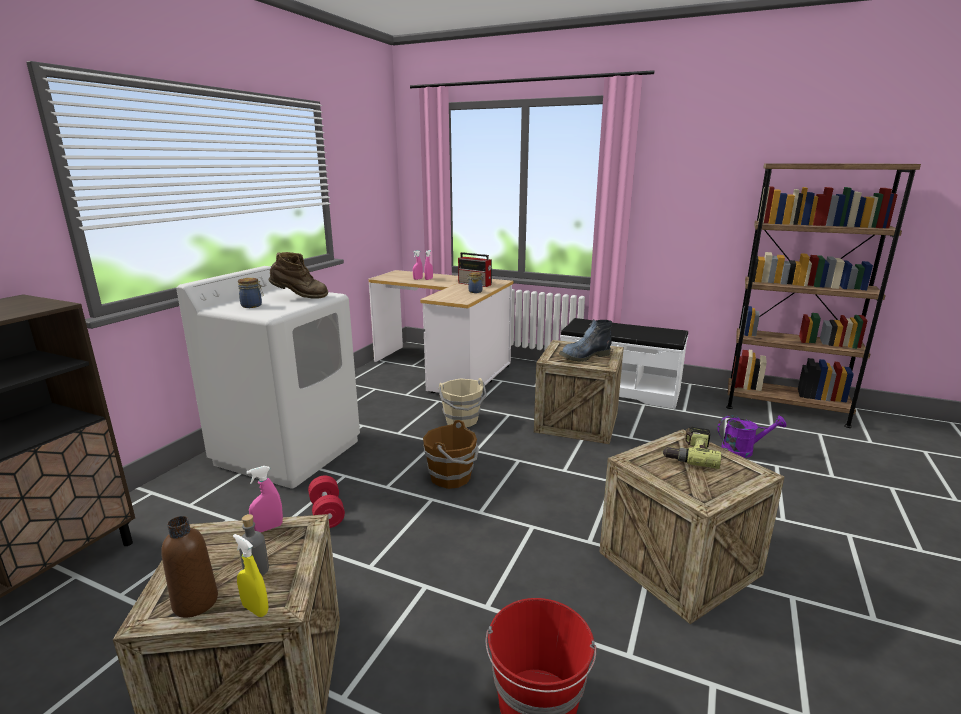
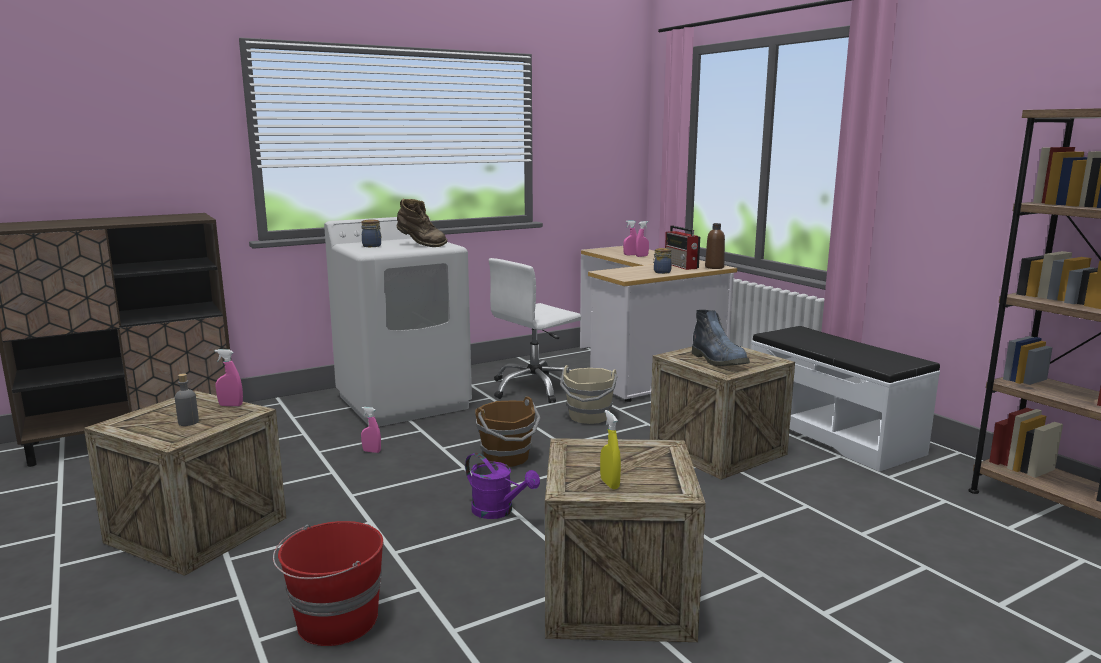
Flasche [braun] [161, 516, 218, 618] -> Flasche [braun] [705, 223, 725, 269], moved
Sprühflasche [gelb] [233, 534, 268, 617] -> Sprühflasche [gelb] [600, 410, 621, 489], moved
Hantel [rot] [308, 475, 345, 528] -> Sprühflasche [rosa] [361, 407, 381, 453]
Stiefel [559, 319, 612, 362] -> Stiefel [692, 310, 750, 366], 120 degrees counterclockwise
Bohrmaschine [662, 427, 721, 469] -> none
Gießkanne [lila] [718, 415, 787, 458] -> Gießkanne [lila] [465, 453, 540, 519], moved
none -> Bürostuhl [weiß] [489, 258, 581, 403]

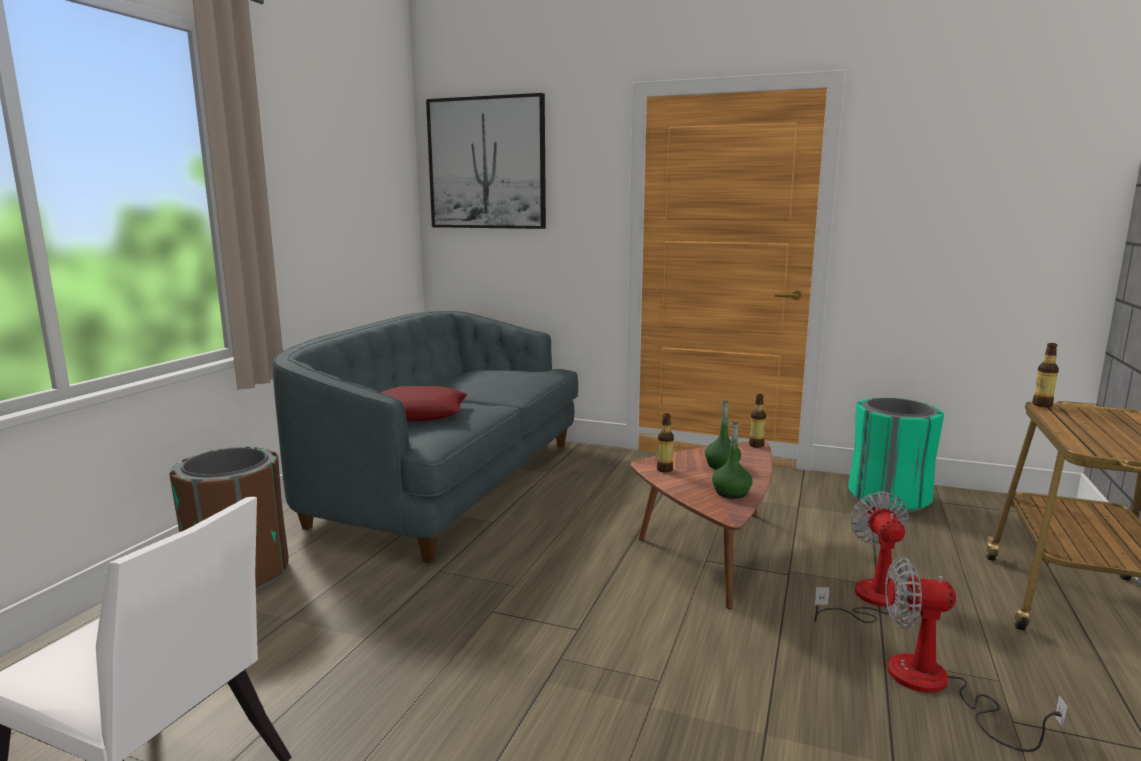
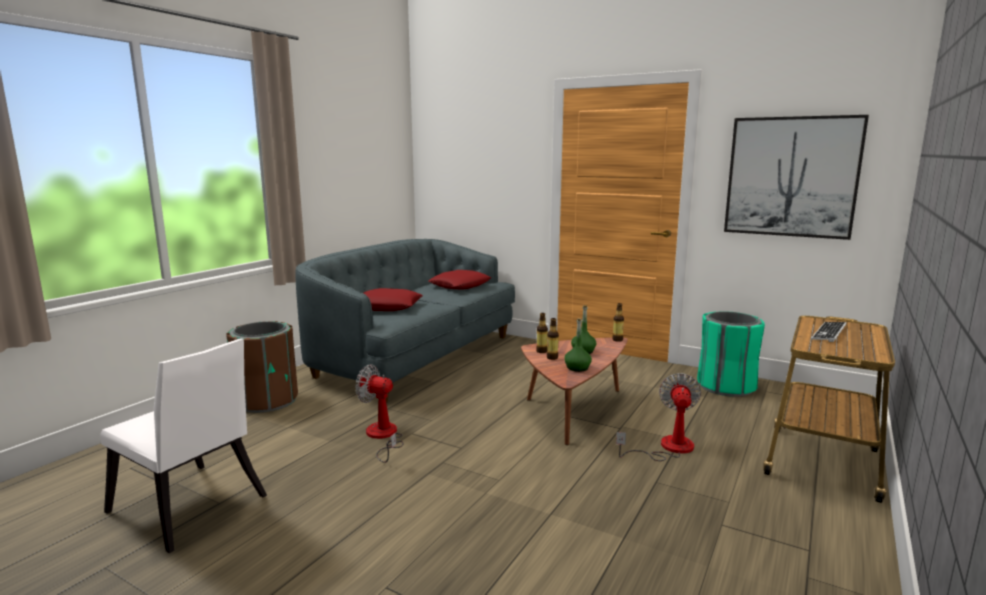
Bild [426, 93, 546, 229] -> Bild [724, 115, 869, 240], moved
Ventilator [885, 557, 1068, 752] -> Ventilator [355, 365, 403, 463], moved
Flasche [1032, 343, 1059, 407] -> Flasche [547, 318, 559, 360], moved
none -> Kissen [rot] [428, 270, 491, 290]
none -> Tastatur [811, 322, 847, 342]

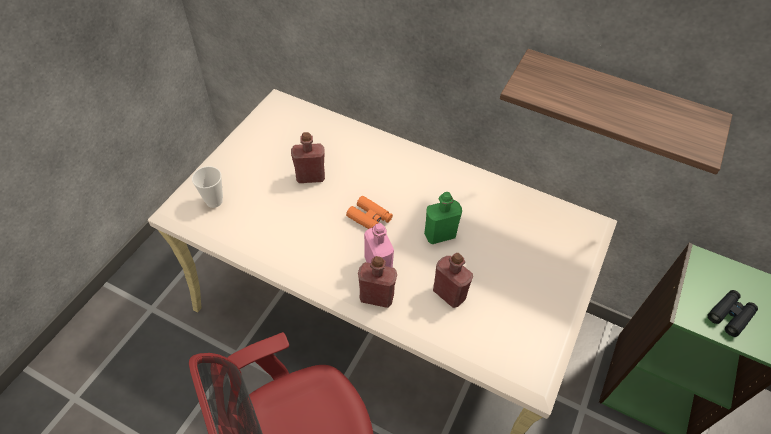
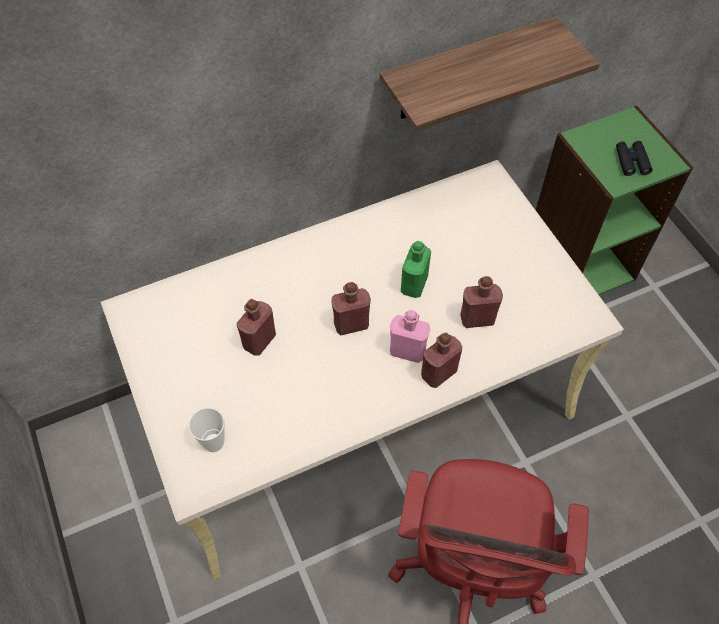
Fernglas [orange] [346, 196, 393, 229] -> Flasche [rot] [331, 282, 371, 335]

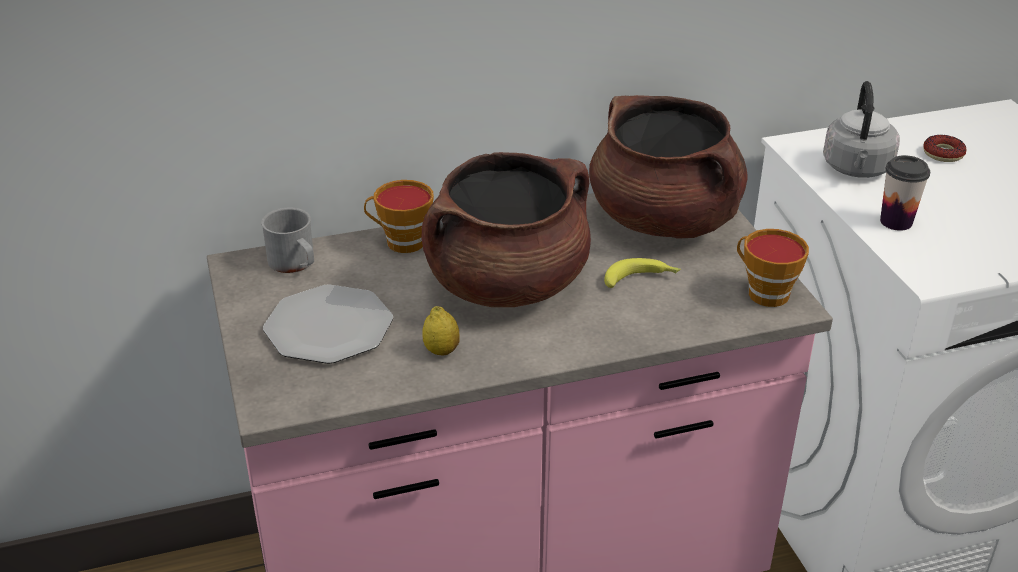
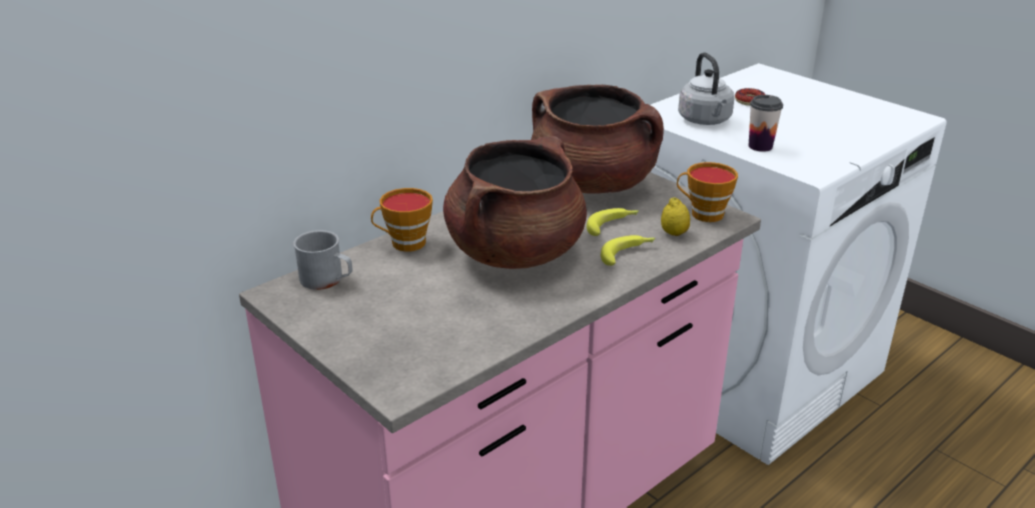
Teller [263, 284, 393, 364] -> none
Zitrone [422, 306, 460, 356] -> Zitrone [661, 197, 690, 236], moved
none -> Banane [601, 235, 655, 266]

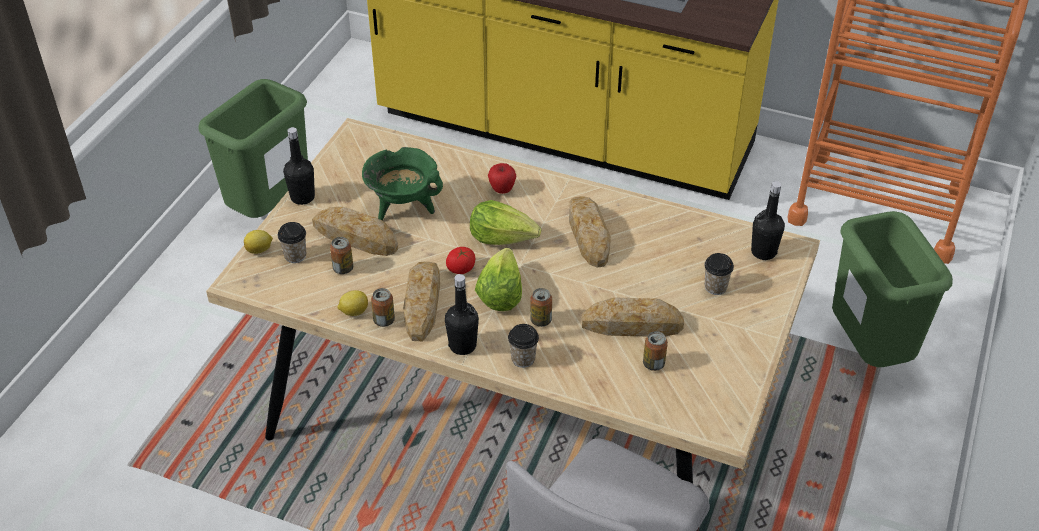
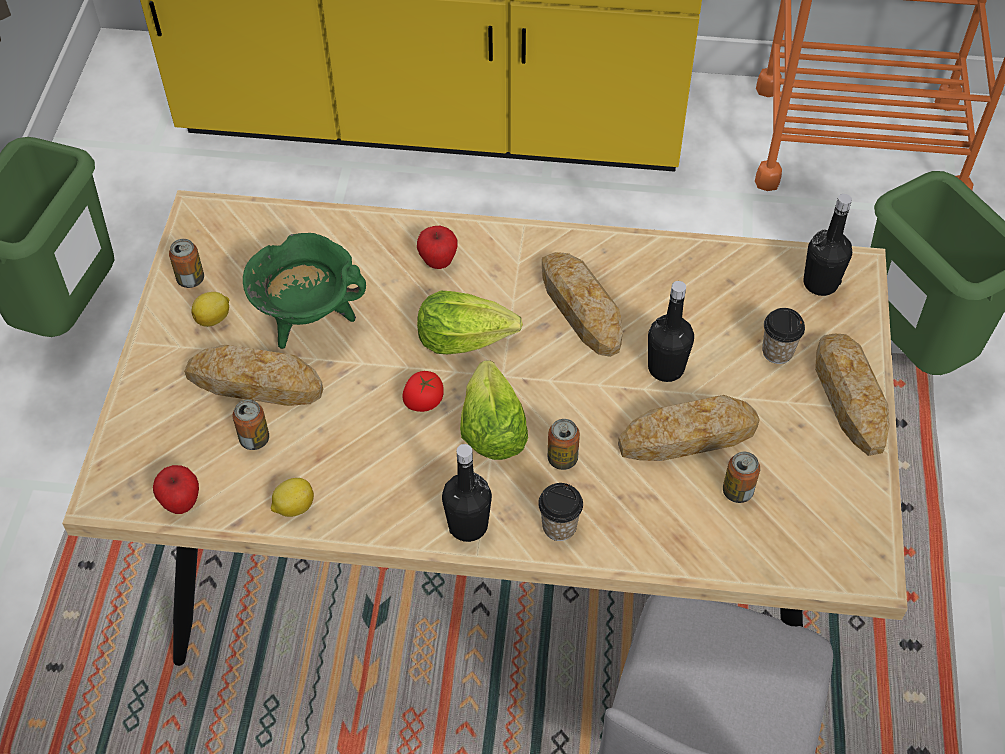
Zitrone [244, 230, 273, 254] -> Zitrone [191, 292, 229, 327], moved
Tasse [278, 222, 306, 263] -> none
Flasche [schwarz] [283, 127, 315, 205] -> Flasche [schwarz] [648, 281, 694, 382], moved
Dose [371, 288, 395, 327] -> Dose [169, 239, 204, 288], moved
Brot [403, 262, 440, 341] -> Brot [815, 334, 890, 456], moved
none -> Apfel [153, 465, 199, 514]

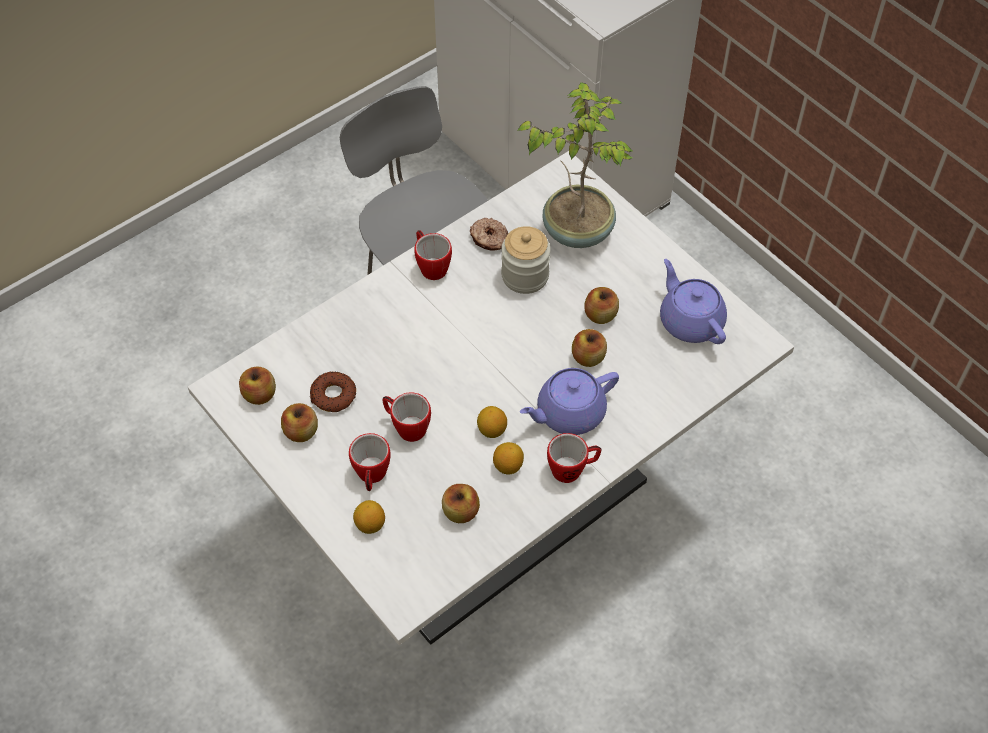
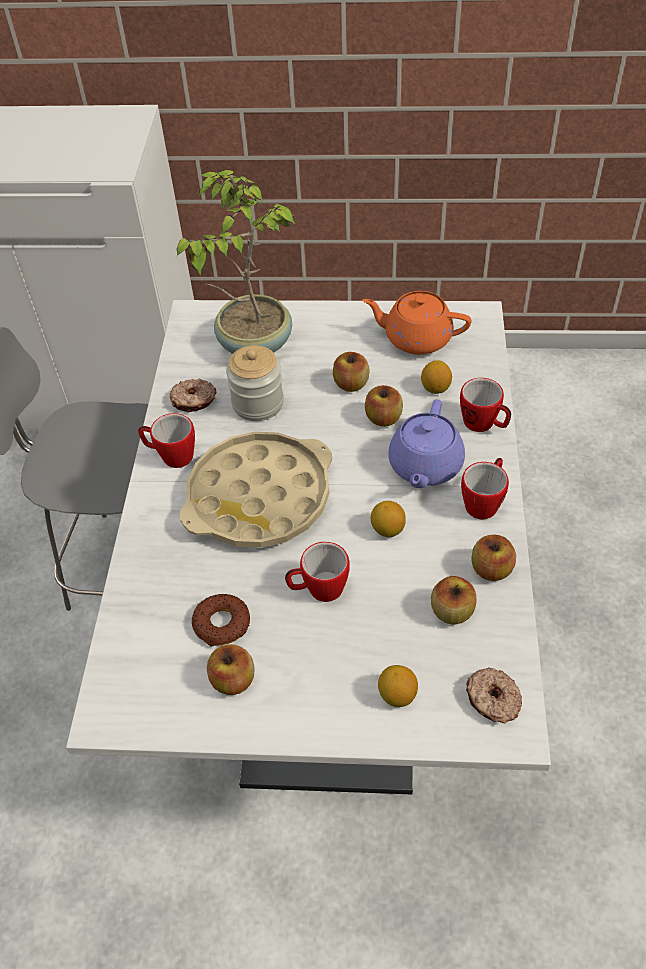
Apfel [239, 366, 276, 405] -> Apfel [471, 534, 516, 581], moved
Henkelbecher [349, 433, 391, 491] -> Henkelbecher [460, 378, 511, 432], moved
Zitrone [493, 442, 524, 475] -> Zitrone [421, 360, 452, 394], moved
Teekanne [lila] [660, 259, 727, 344] -> Teekanne [orange] [362, 291, 471, 355]
none -> Tablett [beige] [180, 432, 332, 548]
none -> Donut [466, 667, 522, 724]

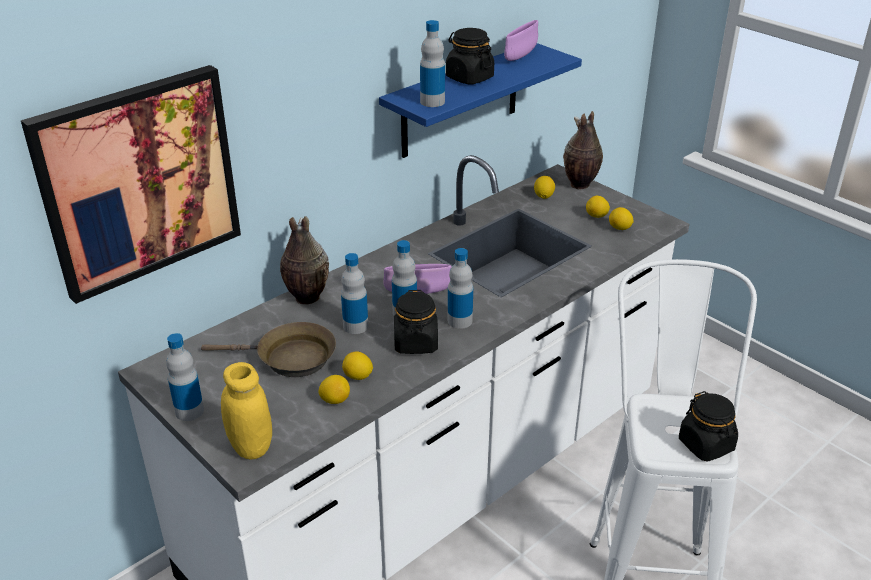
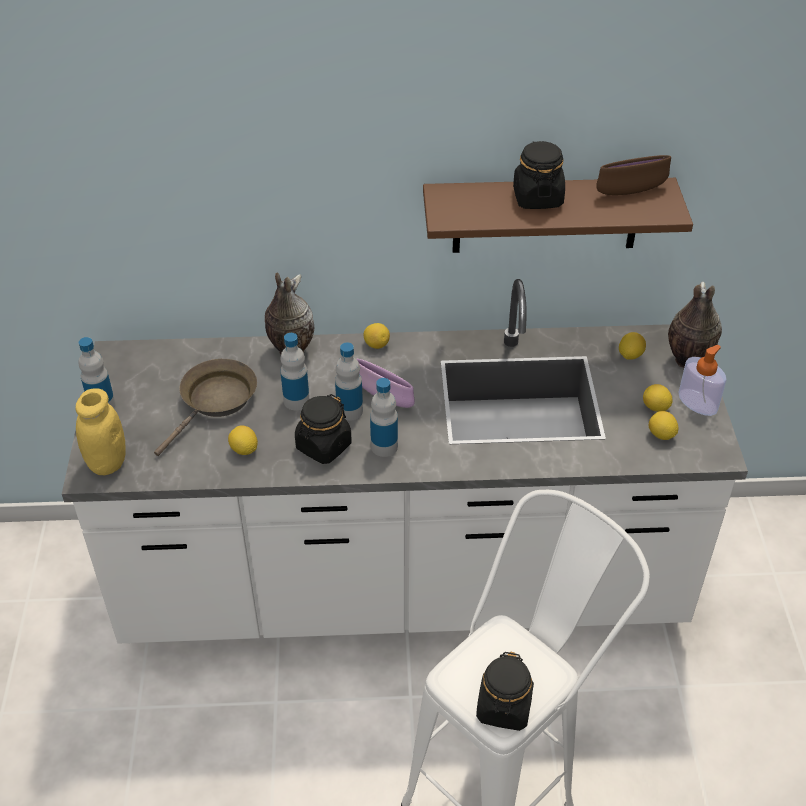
Bild [21, 65, 241, 304] -> none
Pfanne [braun] [201, 322, 336, 377] -> Pfanne [braun] [154, 359, 257, 456], 105 degrees counterclockwise
Zitrone [318, 375, 350, 404] -> Zitrone [363, 323, 390, 349], moved
Wandregal [blau] [379, 43, 582, 158] -> Wandregal [braun] [423, 178, 693, 253]
Flasche [420, 20, 445, 107] -> none
Schüssel [lila] [504, 20, 538, 61] -> Schüssel [braun] [596, 155, 671, 195]
none -> Seifenspender [678, 345, 727, 416]

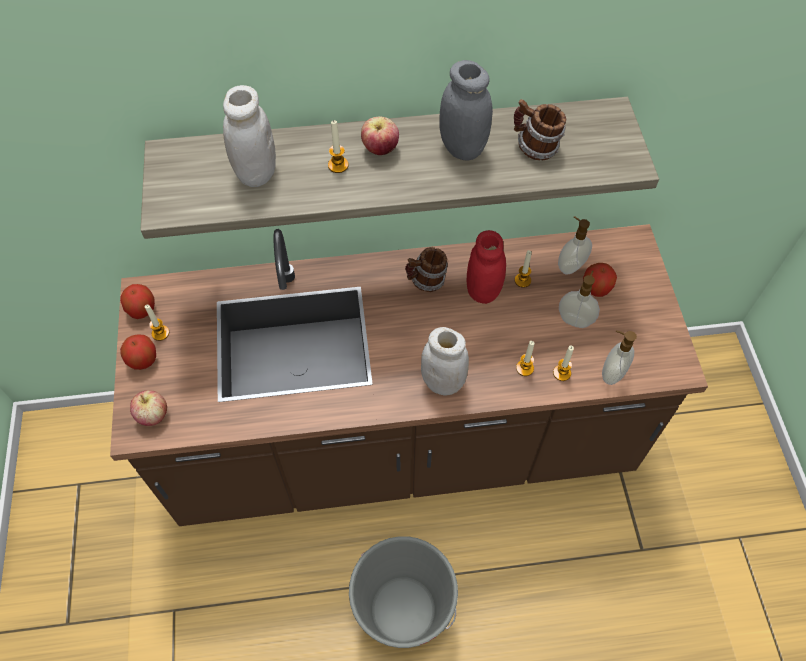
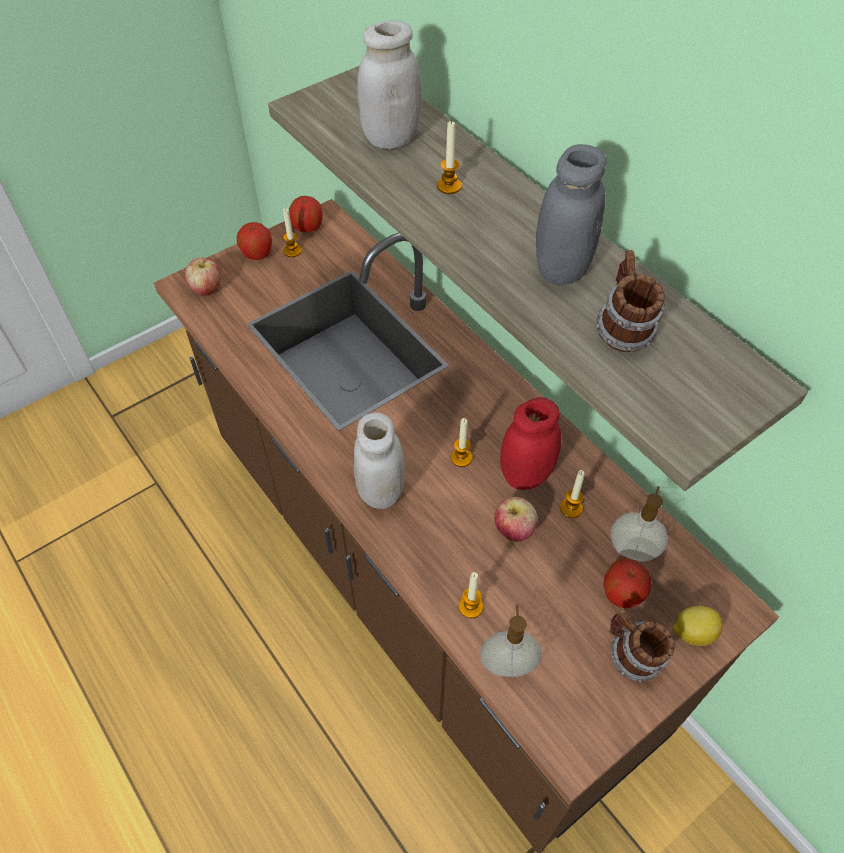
Eimer [grau] [349, 536, 458, 648] -> none
Apfel [361, 117, 399, 155] -> Apfel [494, 497, 538, 542], moved
Henkelbecher [405, 247, 448, 292] -> Henkelbecher [609, 609, 675, 682], moved
Kerze [516, 341, 534, 376] -> Kerze [451, 418, 472, 467], moved
Seifenspender [559, 271, 600, 328] -> none
none -> Zitrone [672, 606, 723, 646]

